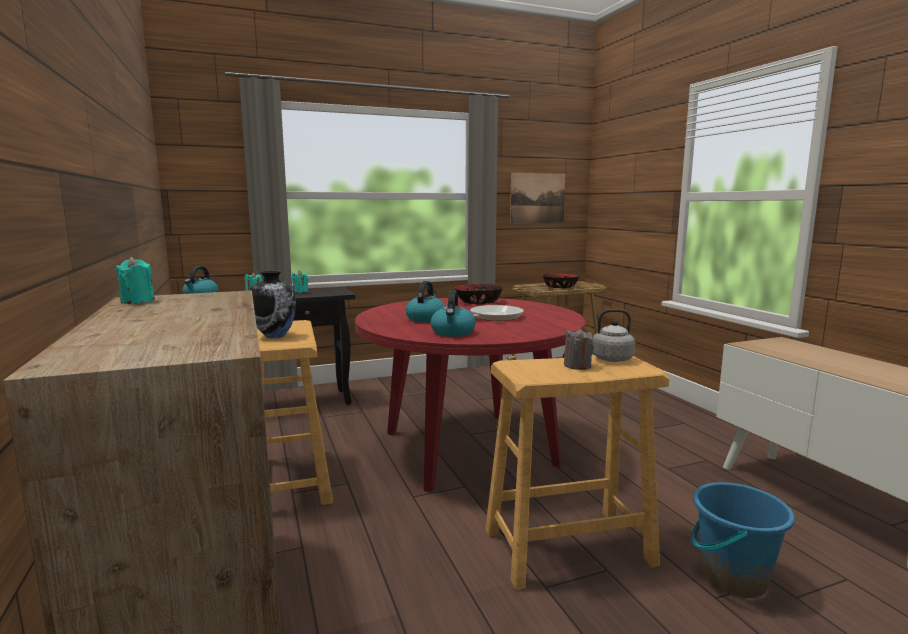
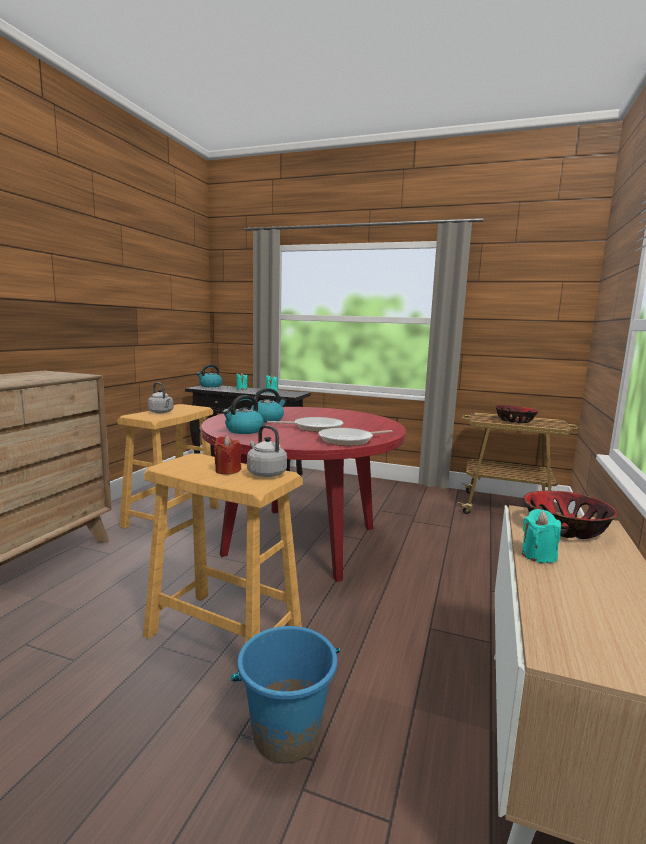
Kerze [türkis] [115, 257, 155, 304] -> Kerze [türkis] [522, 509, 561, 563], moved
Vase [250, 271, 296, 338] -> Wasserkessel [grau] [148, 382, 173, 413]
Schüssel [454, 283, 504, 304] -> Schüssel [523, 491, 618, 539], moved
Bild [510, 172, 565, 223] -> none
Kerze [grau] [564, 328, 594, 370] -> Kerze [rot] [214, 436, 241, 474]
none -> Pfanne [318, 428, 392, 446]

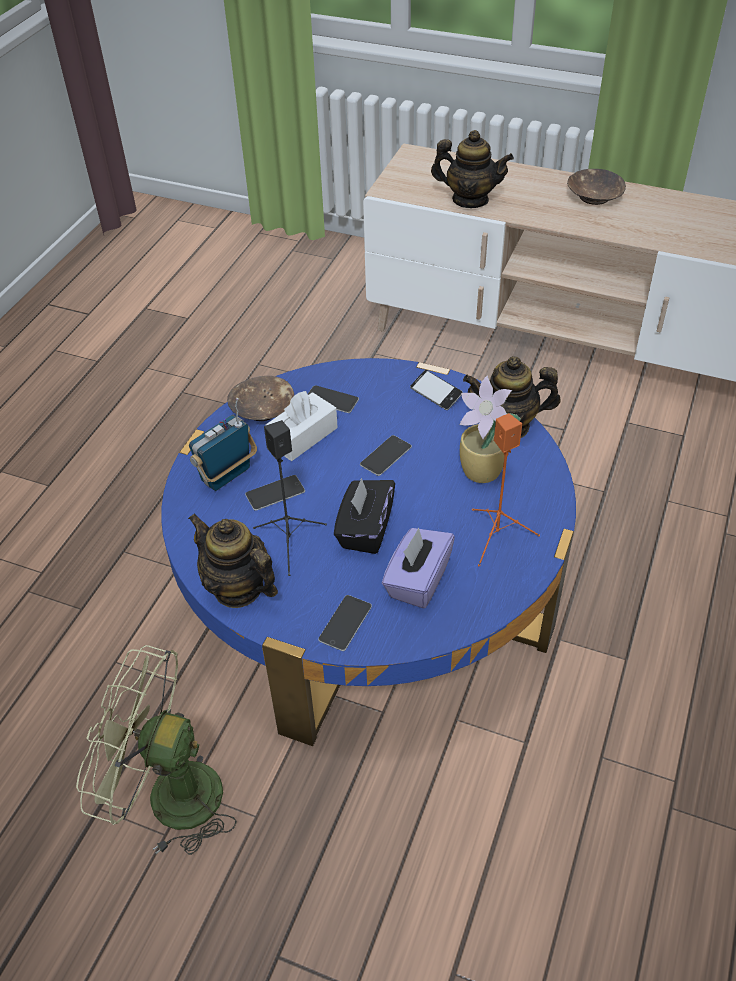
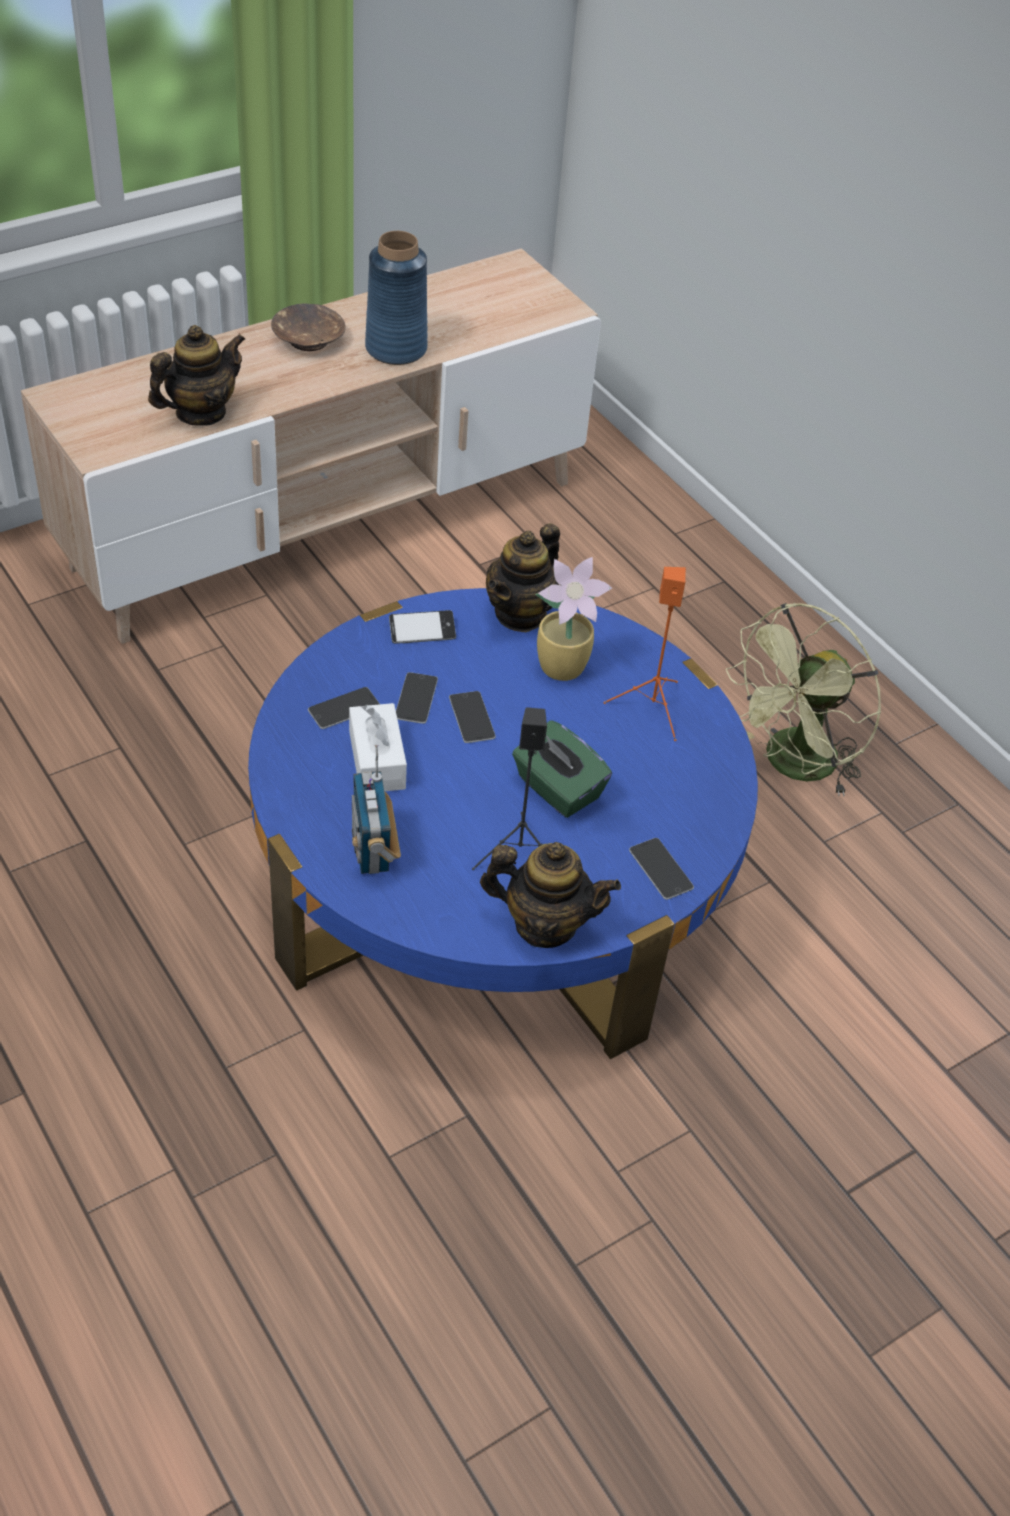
Ventilator [grün] [76, 645, 237, 855] -> Ventilator [grün] [726, 603, 881, 797], moved
Teekanne [188, 513, 278, 608] -> Teekanne [480, 842, 621, 948], 150 degrees counterclockwise
Schüssel [braun] [227, 376, 294, 421] -> none
Handy [245, 475, 305, 511] -> Handy [396, 672, 438, 724], moved
Taschentuchbox [schwarz] [334, 478, 395, 554] -> Taschentuchbox [grün] [512, 720, 612, 818]
Taschentuchbox [lila] [382, 528, 455, 609] -> none
none -> Vase [blau] [365, 231, 427, 365]

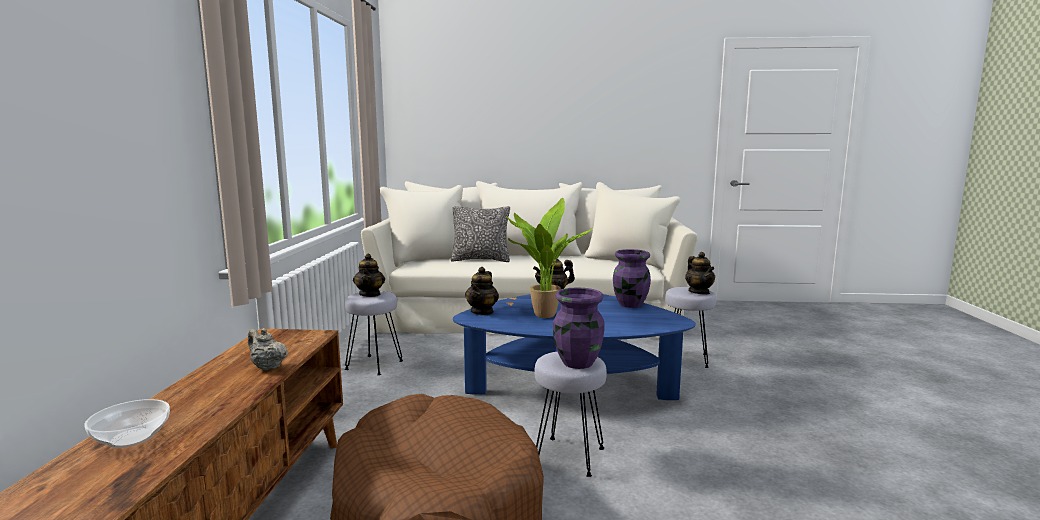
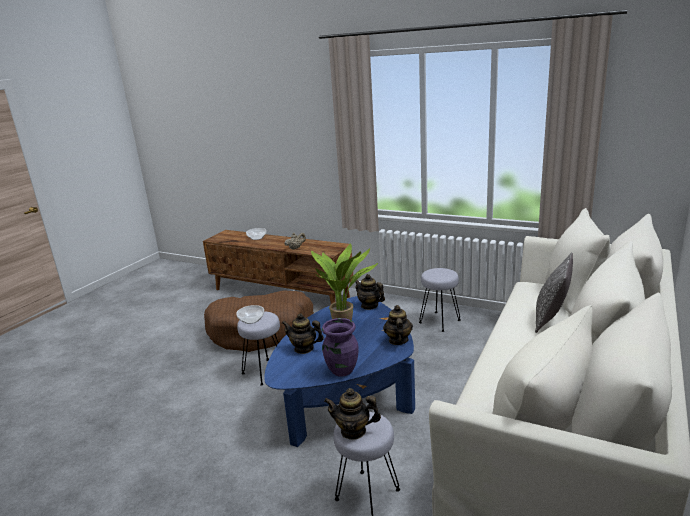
Teekanne [353, 253, 385, 297] -> Teekanne [282, 313, 324, 354], moved
Vase [lila] [553, 287, 605, 369] -> Schüssel [236, 305, 264, 324]

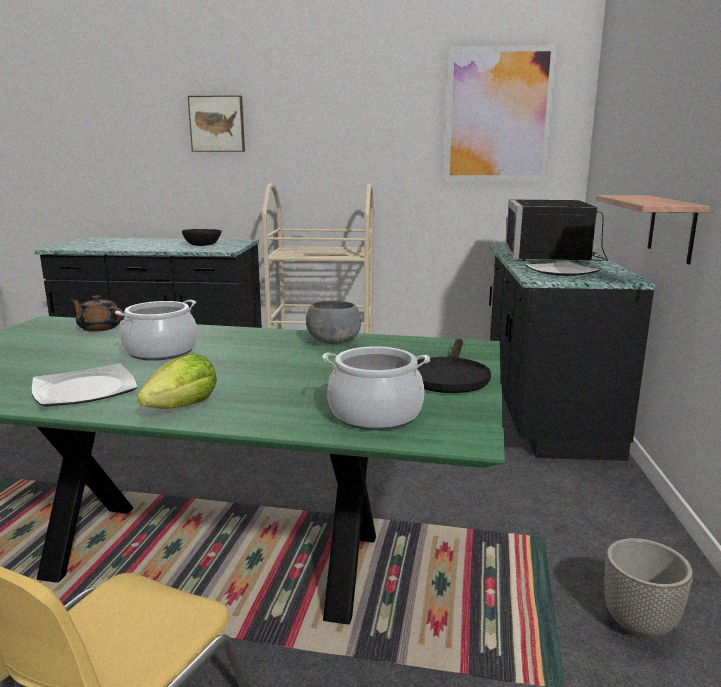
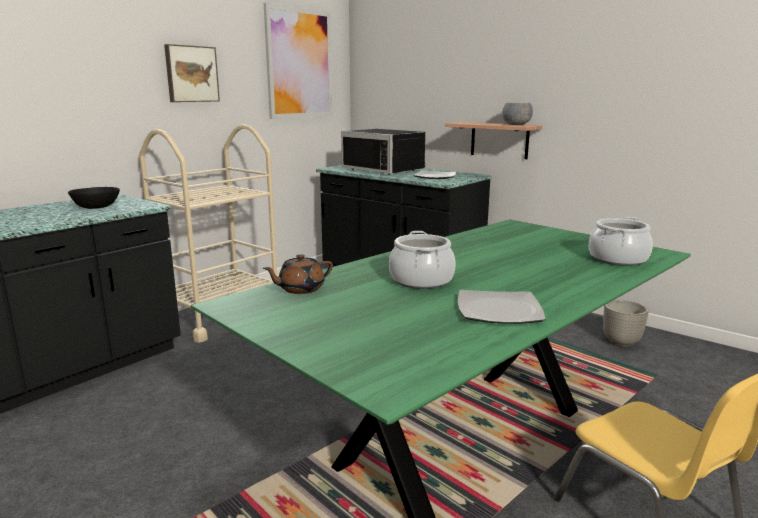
Salatkopf [137, 353, 217, 409] -> none
Bild [188, 95, 245, 152] -> Bild [164, 44, 220, 102], moved
Schüssel [grau] [306, 300, 361, 344] -> Schüssel [grau] [502, 103, 533, 125], moved
Pfanne [schwarz] [417, 339, 491, 393] -> none

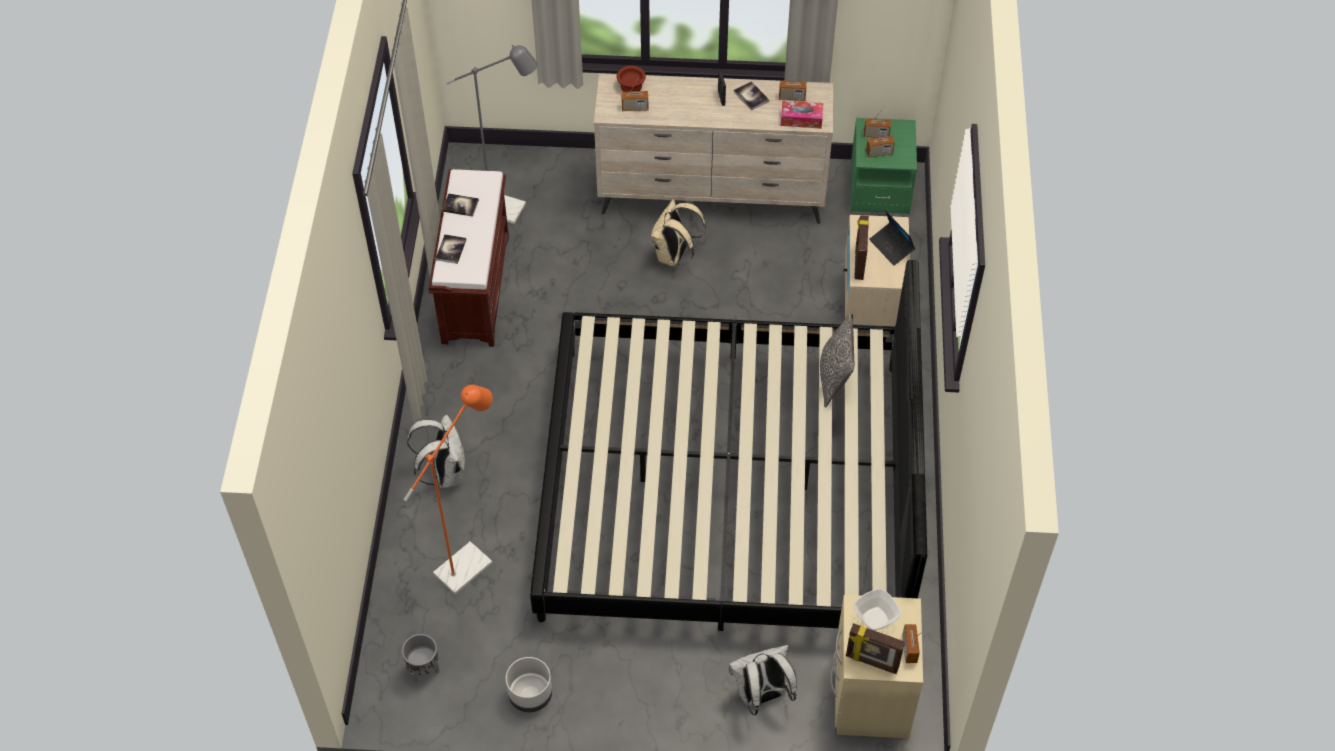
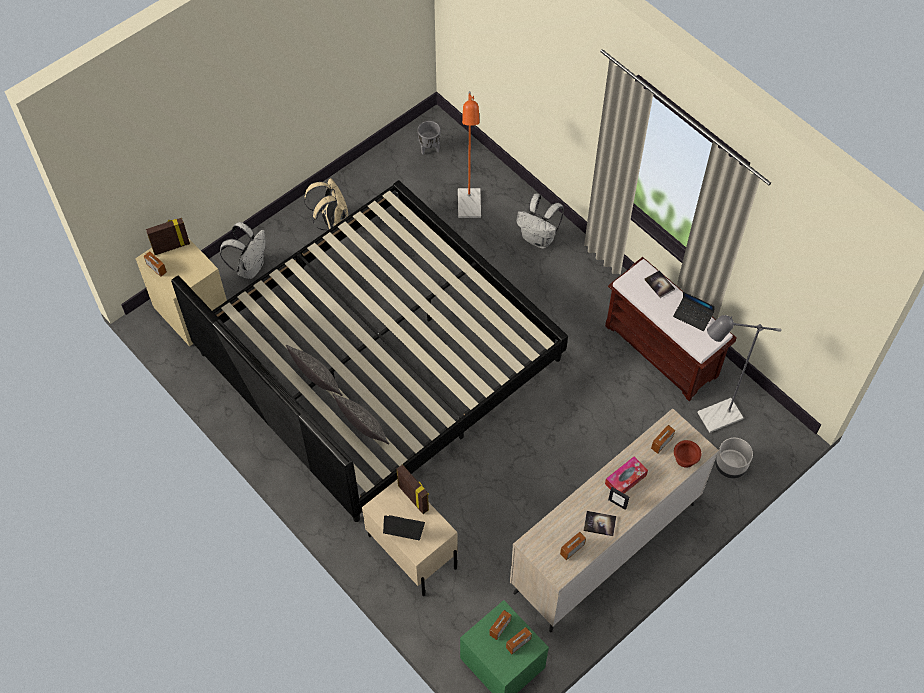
Buch [442, 193, 479, 217] -> Laptop [673, 291, 715, 331]
Pflanzkübel [grau] [506, 657, 552, 713] -> Pflanzkübel [grau] [715, 438, 753, 479], moved
Rucksack [beige] [651, 199, 706, 266] -> Rucksack [beige] [304, 178, 348, 230], moved
Taschentuchbox [781, 101, 823, 129] -> Taschentuchbox [605, 456, 648, 494], moved
Schüssel [854, 589, 901, 631] -> none
none -> Kissen [286, 345, 342, 396]

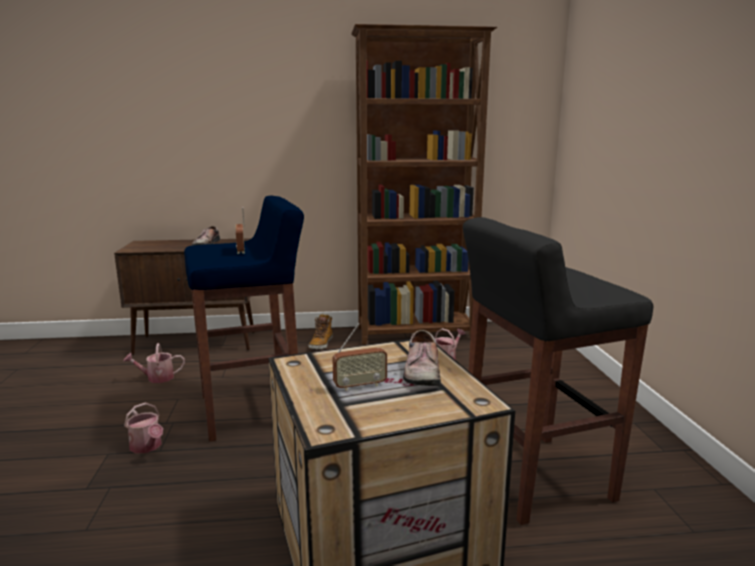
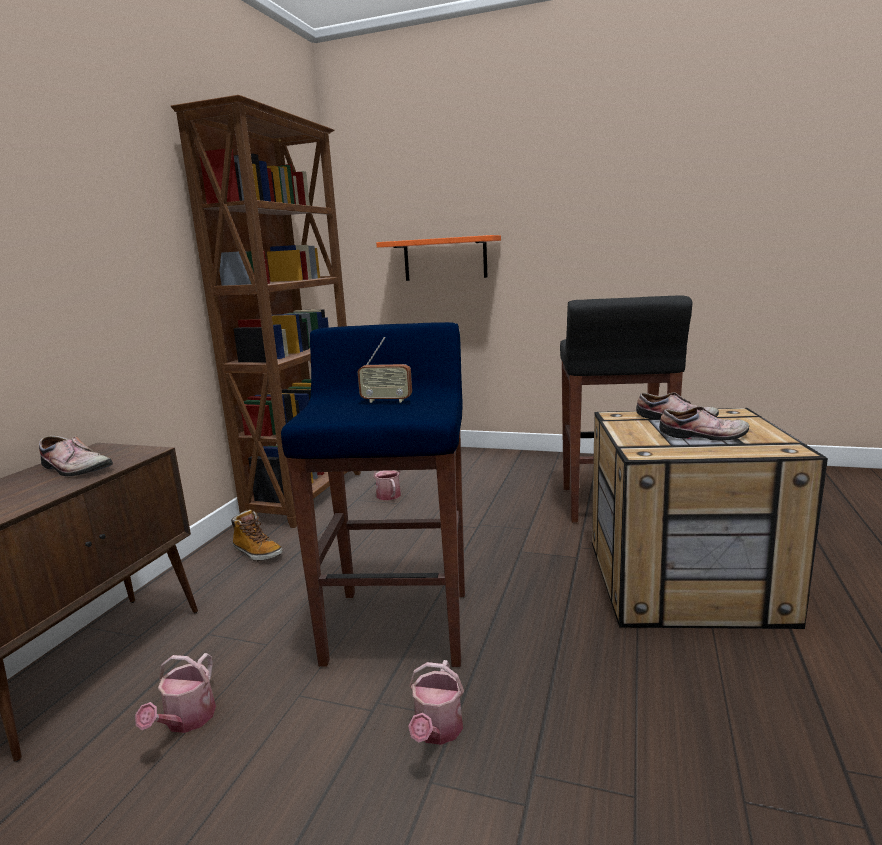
Gießkanne [124, 402, 163, 454] -> Gießkanne [408, 660, 464, 745], 120 degrees clockwise
Radio [333, 323, 387, 391] -> Schuh [659, 406, 749, 441]
none -> Wandregal [orange] [376, 235, 501, 281]

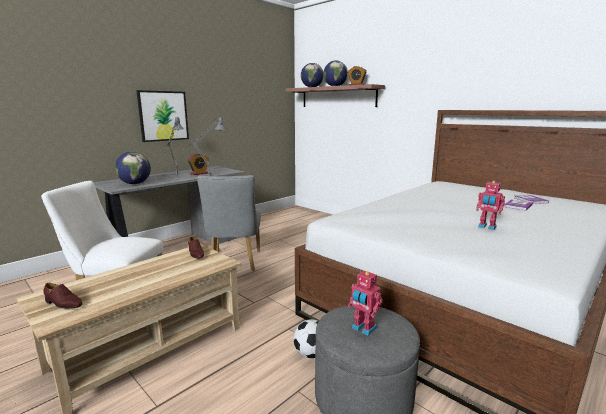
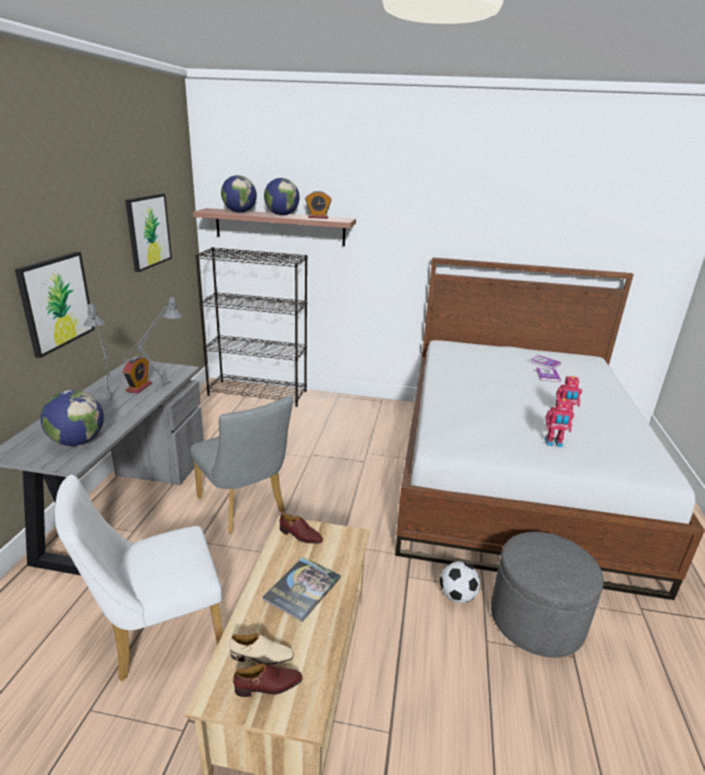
Spielzeugroboter [348, 270, 383, 336] -> Spielzeugroboter [545, 398, 574, 447], moved
none -> Bild [125, 194, 172, 272]
none -> Bücherregal [schwarz] [195, 247, 308, 407]
none -> Schuh [beige] [230, 633, 294, 665]
none -> Buch [263, 557, 341, 622]

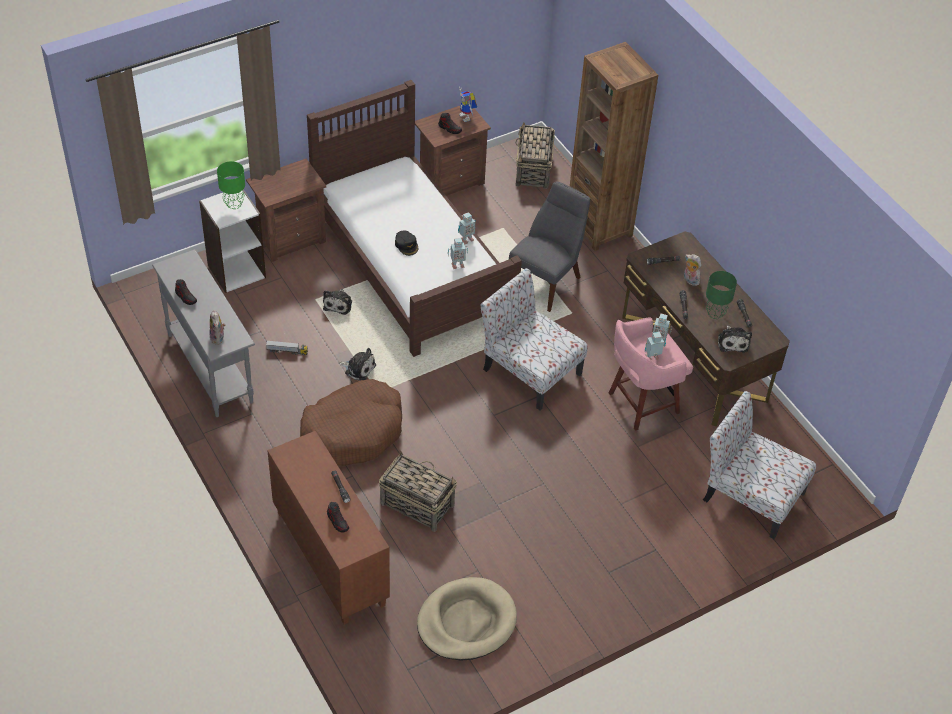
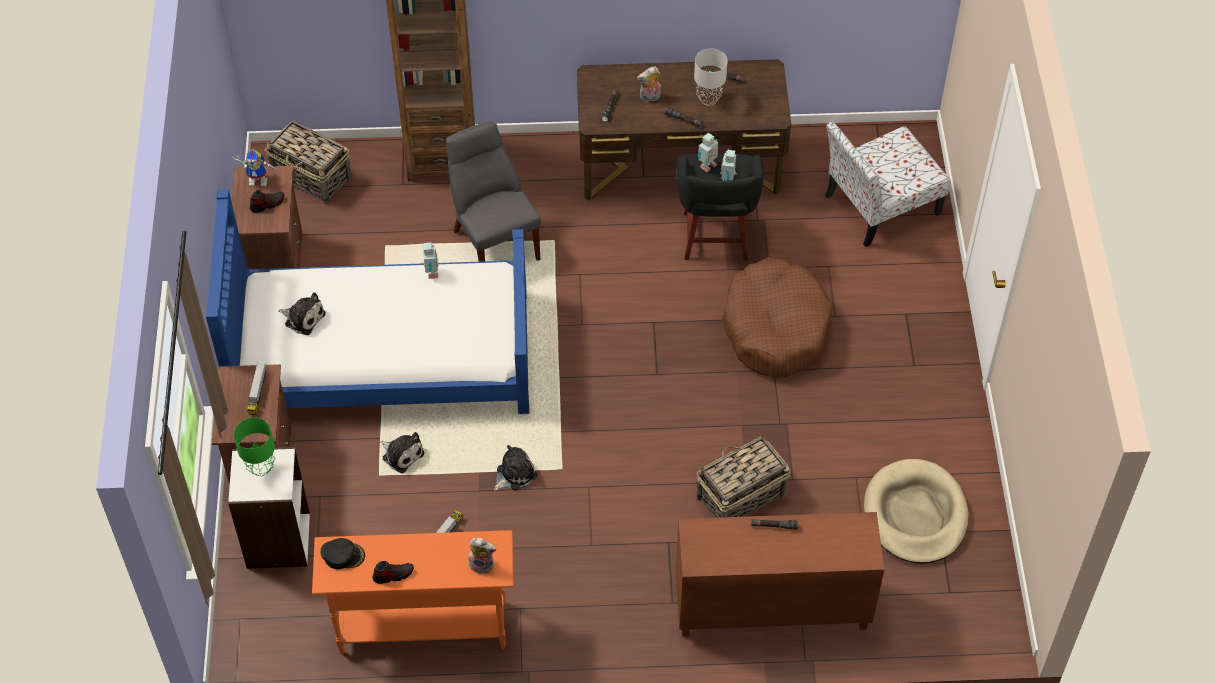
Konsolentisch [grau] [152, 249, 255, 417] -> Konsolentisch [orange] [312, 530, 514, 655]
Hundebett [braun] [300, 379, 402, 466] -> Hundebett [braun] [722, 257, 832, 378], moved
Bett [braun] [307, 80, 522, 357] -> Bett [blau] [206, 189, 529, 414]
Schuh [327, 502, 349, 533] -> none
Kappe [schwarz] [395, 230, 418, 256] -> Kappe [schwarz] [321, 538, 365, 569], moved
Spielzeugroboter [448, 238, 468, 269] -> none
Stuhl [481, 268, 588, 410] -> none
Hocker [rosa] [609, 317, 693, 431] -> Hocker [schwarz] [676, 154, 764, 260]
Tischlampe [grün] [706, 271, 737, 319] -> Tischlampe [grau] [694, 49, 728, 106]
Plüschtier [718, 325, 752, 353] -> Plüschtier [278, 292, 326, 335], moved
none -> Spielzeuglaster [247, 362, 266, 415]

